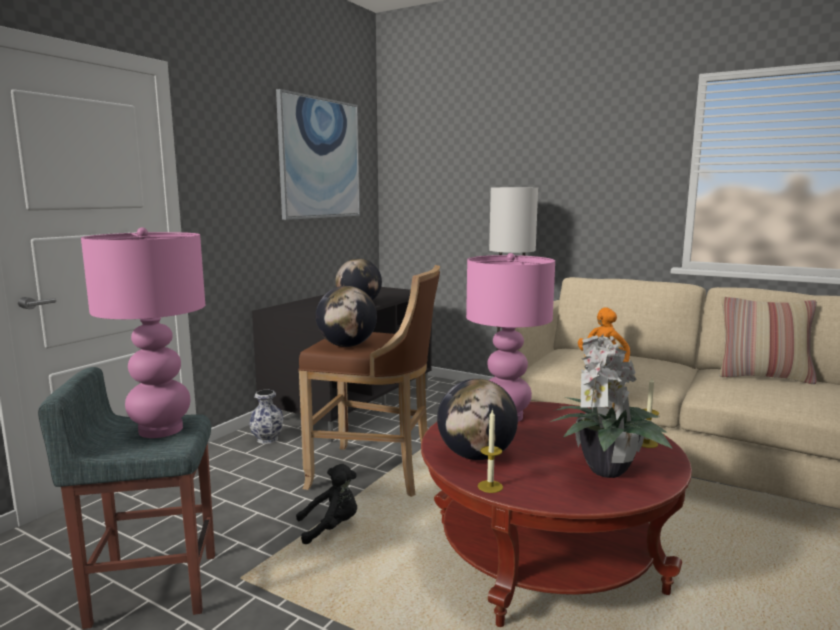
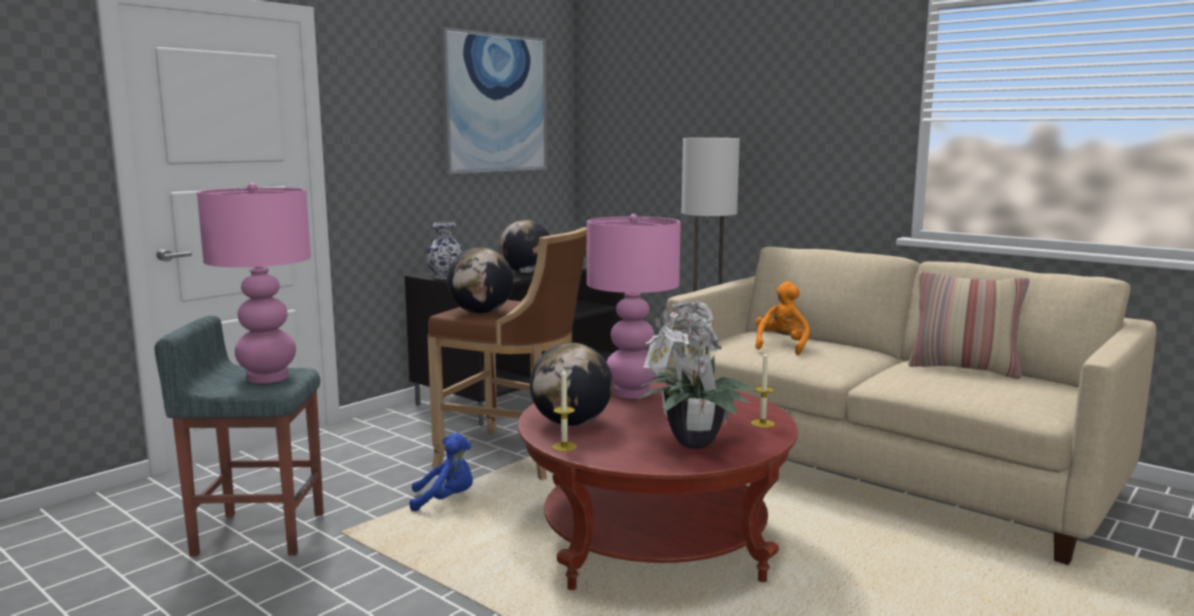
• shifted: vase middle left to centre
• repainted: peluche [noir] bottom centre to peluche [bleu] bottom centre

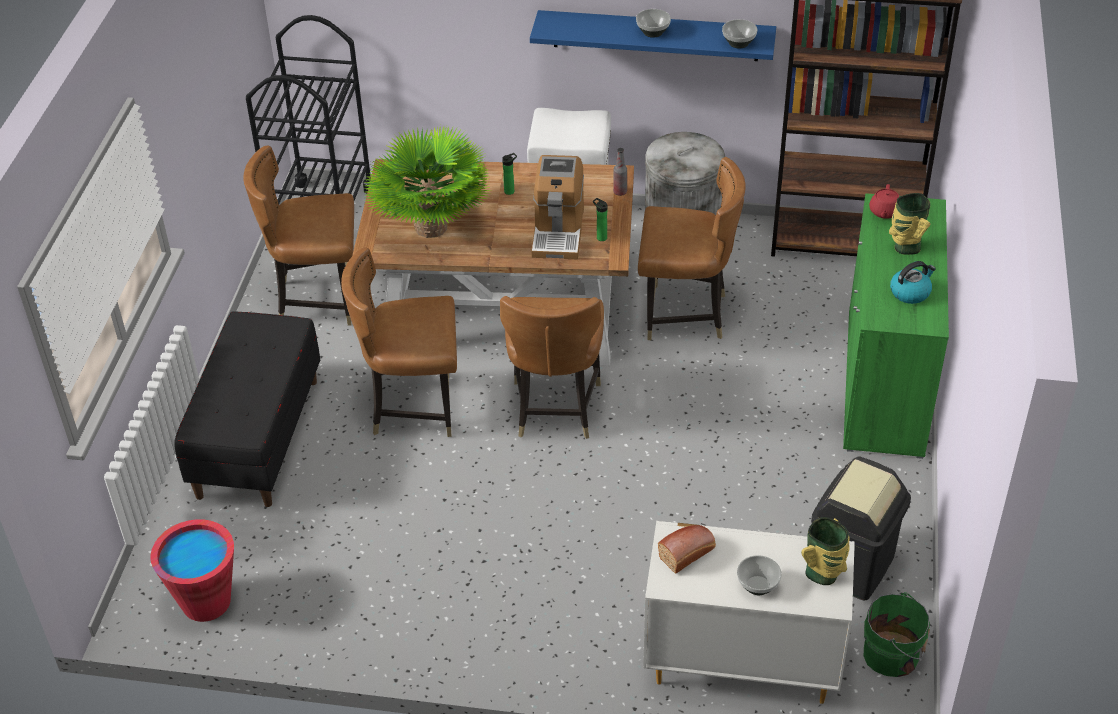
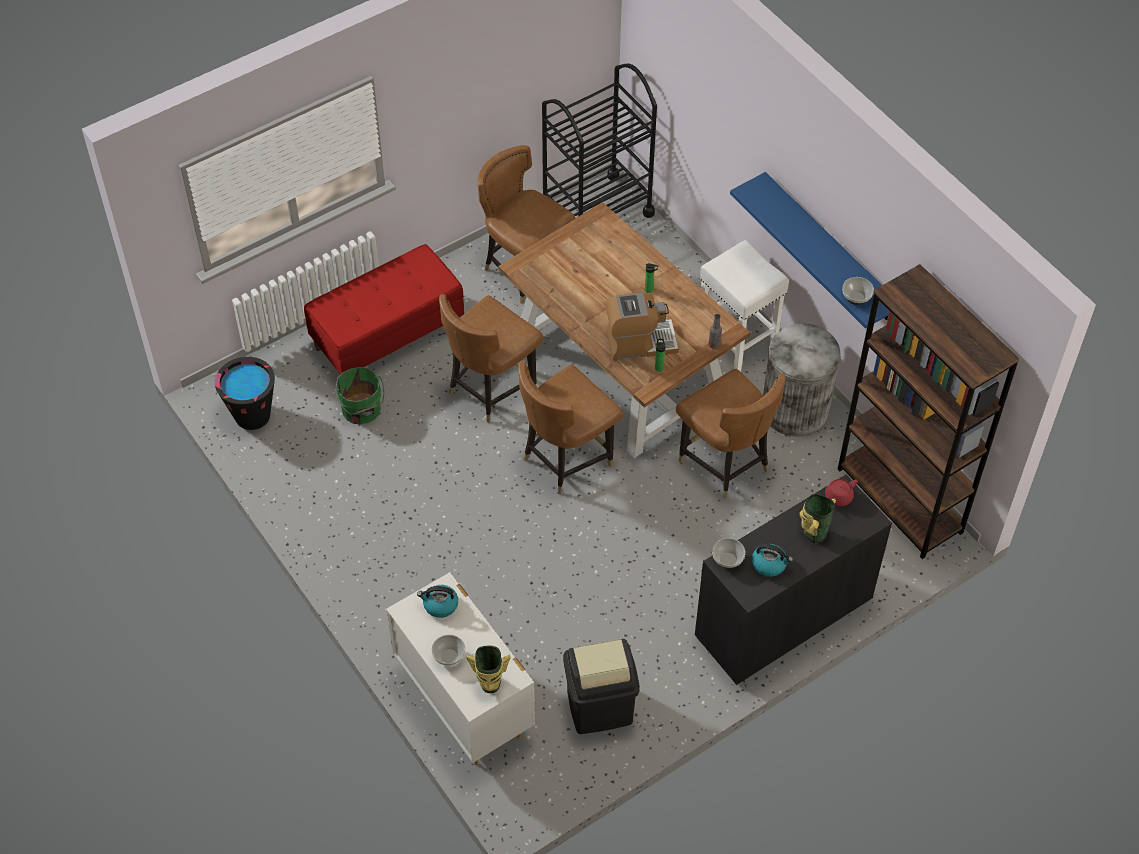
• repainted: seau [rouge] bottom left to seau [noir] middle left
• repainted: banc [noir] middle left to banc [rouge] centre
• rotated: chaise [marron] (no. 2 from left in the first image) centre = centre 90 degrees counterclockwise
• gone: plante en pot top centre
• rotated: machine à café top centre = centre 150 degrees counterclockwise
• shifted: bol (no. 1 from left in the first image) top centre to bol (no. 2 from left) centre
• swapped: pain bottom centre to bouilloire (no. 1 from left) bottom centre
• repainted: meuble de rangement [vert] middle right to meuble de rangement [noir] bottom right
• shifted: seau [vert] bottom right to middle left

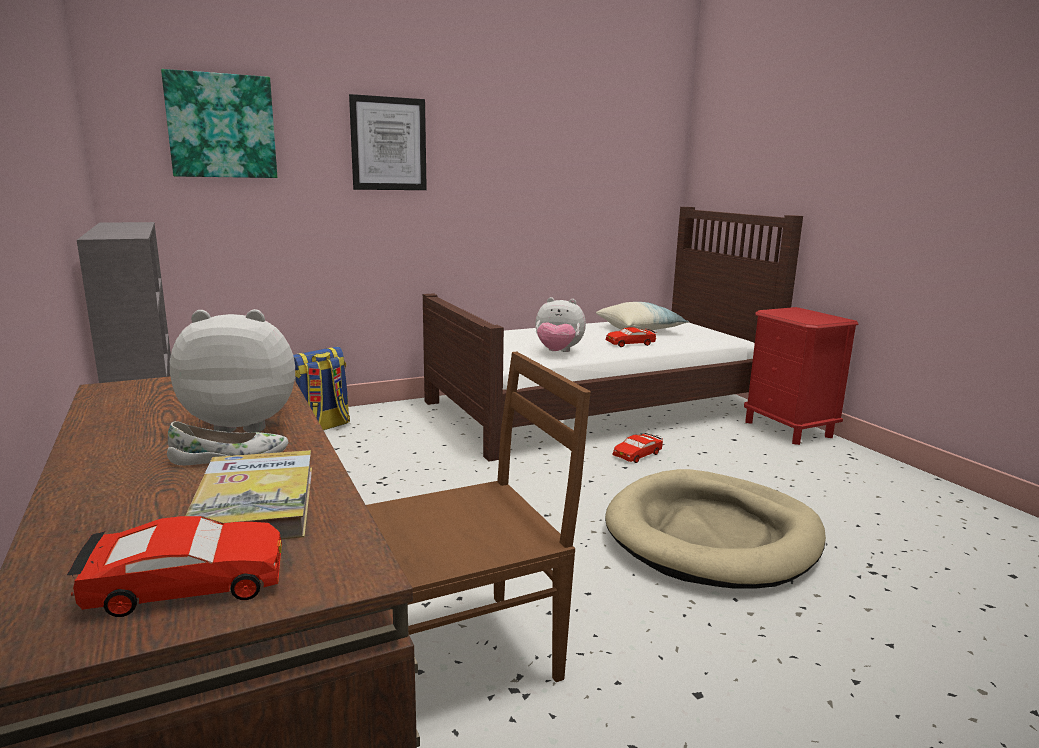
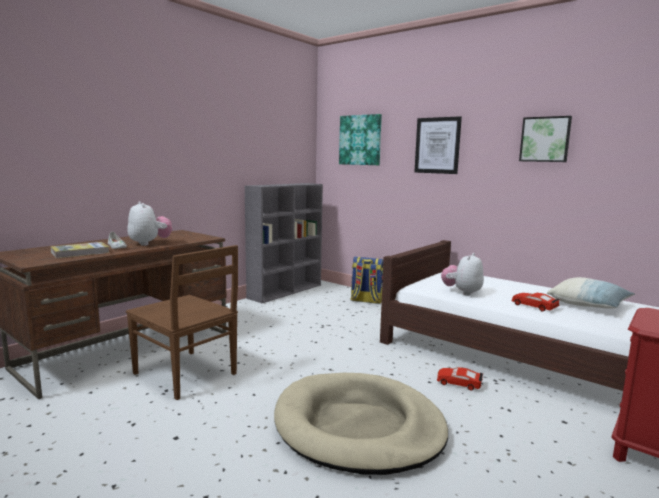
• gone: petite voiture [rouge] (no. 1 from left) bottom left
• rotated: peluche (no. 2 from left) centre = middle right 45 degrees clockwise
• new: tableau (no. 3 from left) top right

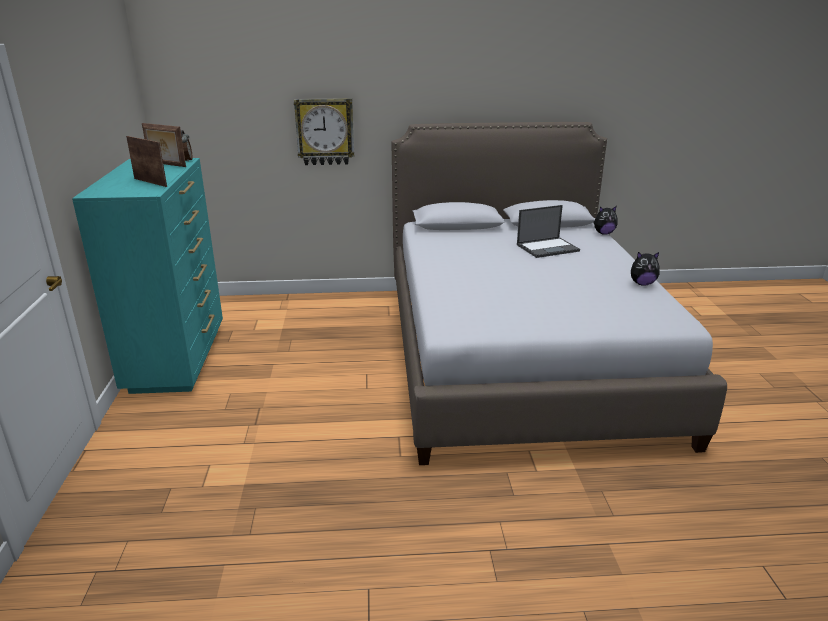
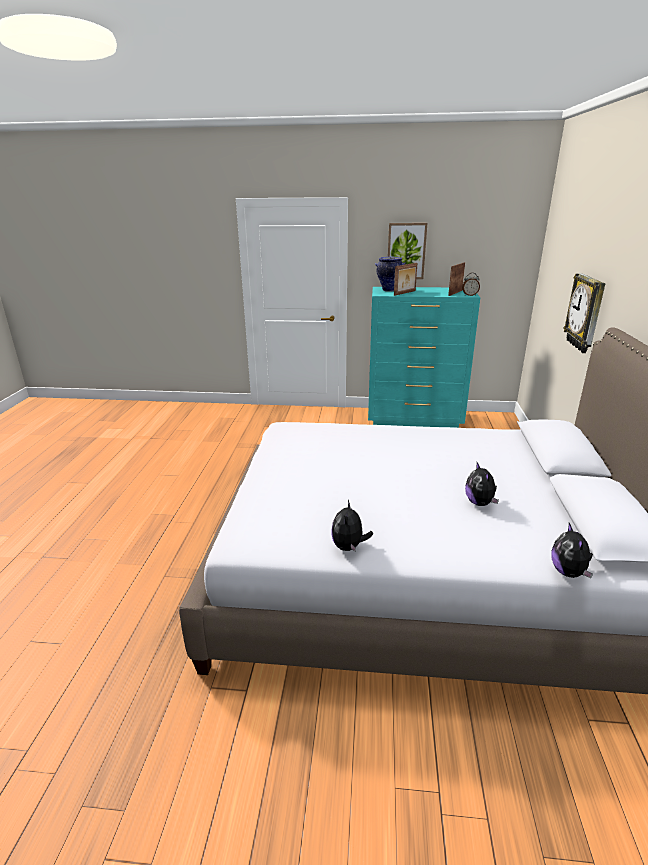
• swapped: ordinateur portable centre to peluche (no. 2 from left) middle right
• new: vase top centre
• new: tableau top centre

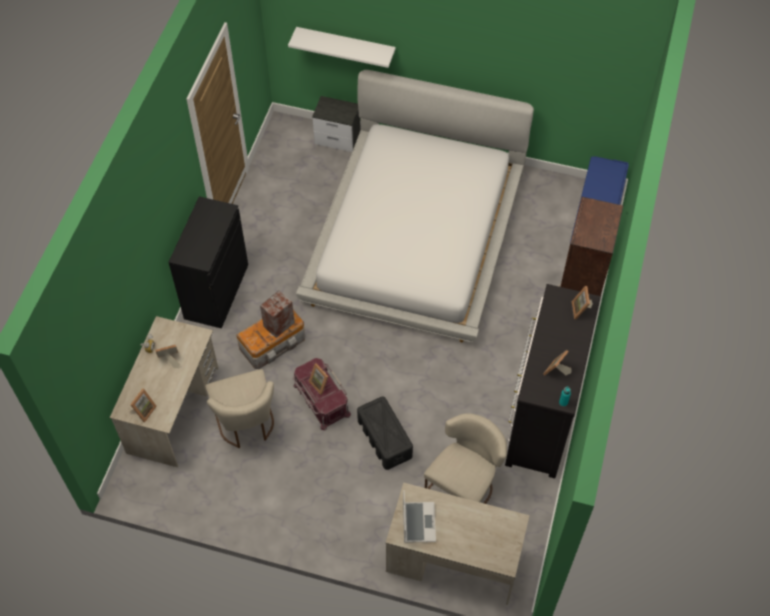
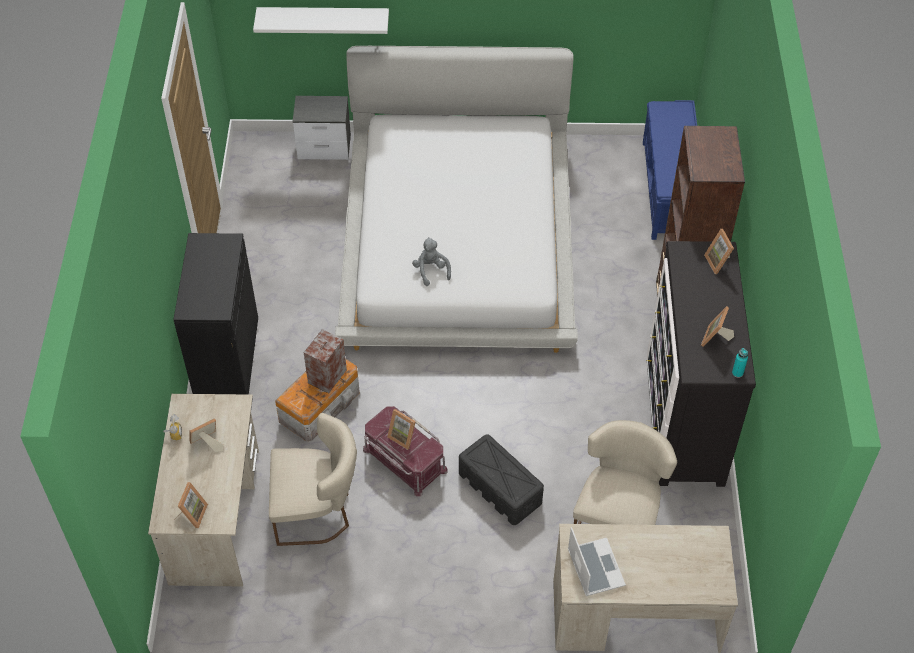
• rotated: chaise [beige] (no. 1 from left) middle left = bottom centre 60 degrees counterclockwise
• new: peluche [gris] centre

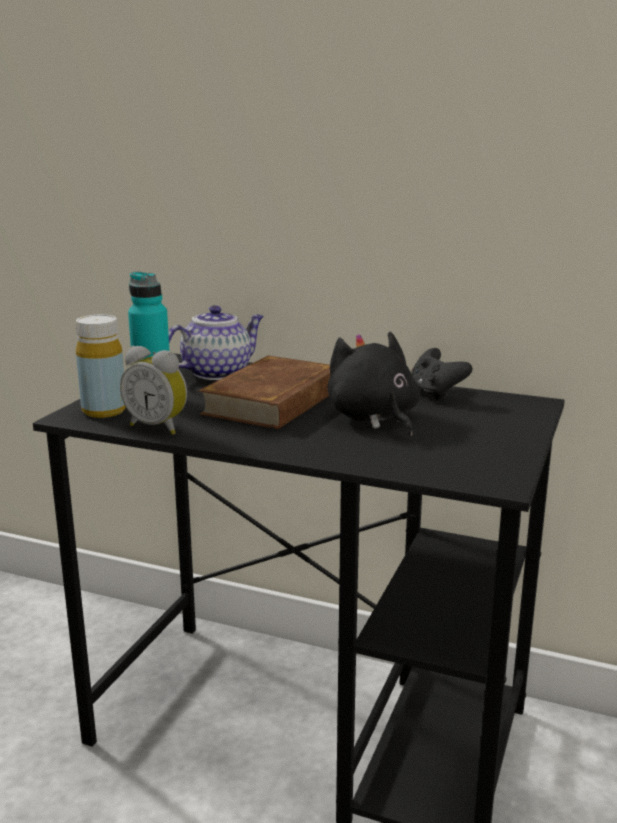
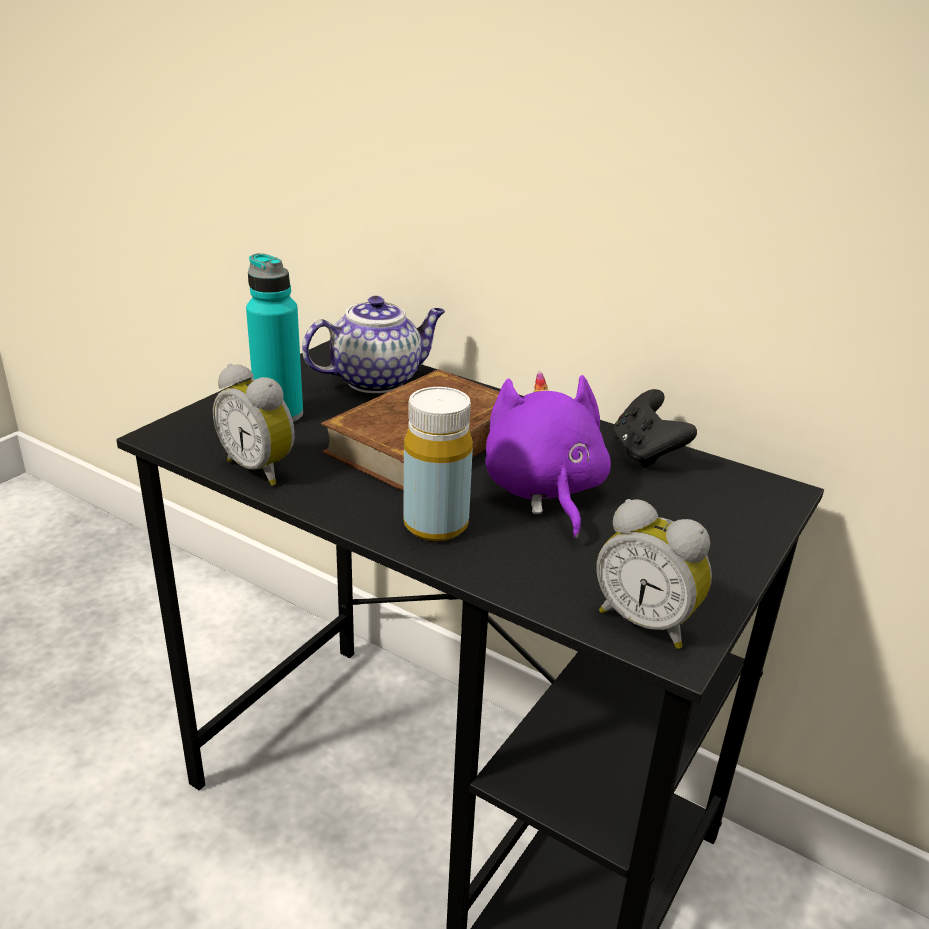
• shifted: bouteille [jaune] middle left to centre
• repainted: peluche [noir] centre to peluche [violet] centre
• new: réveil (no. 2 from left) middle right

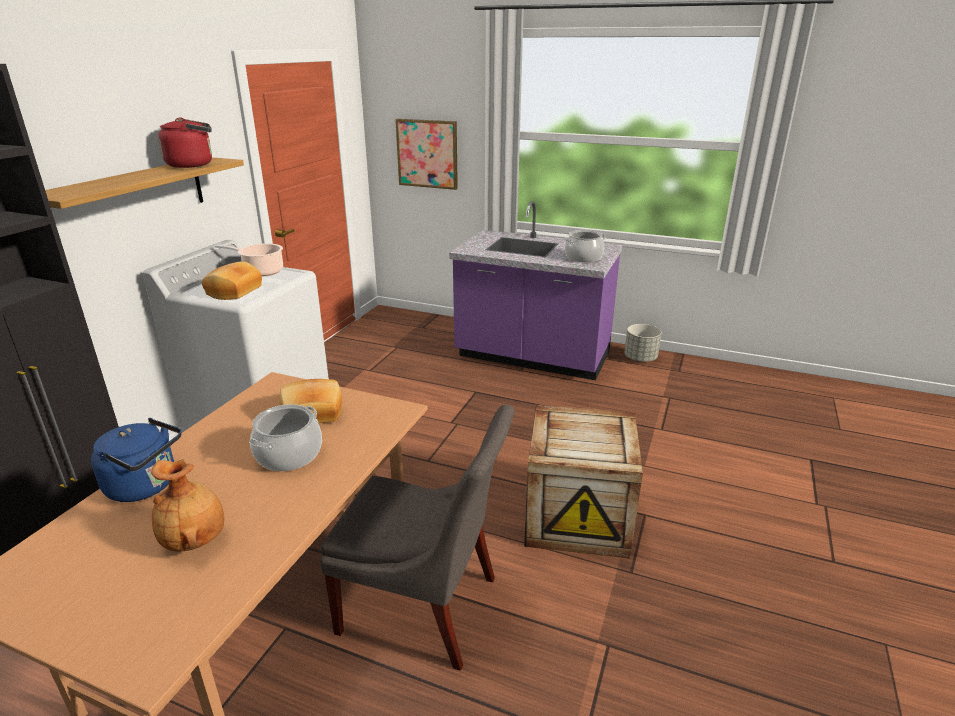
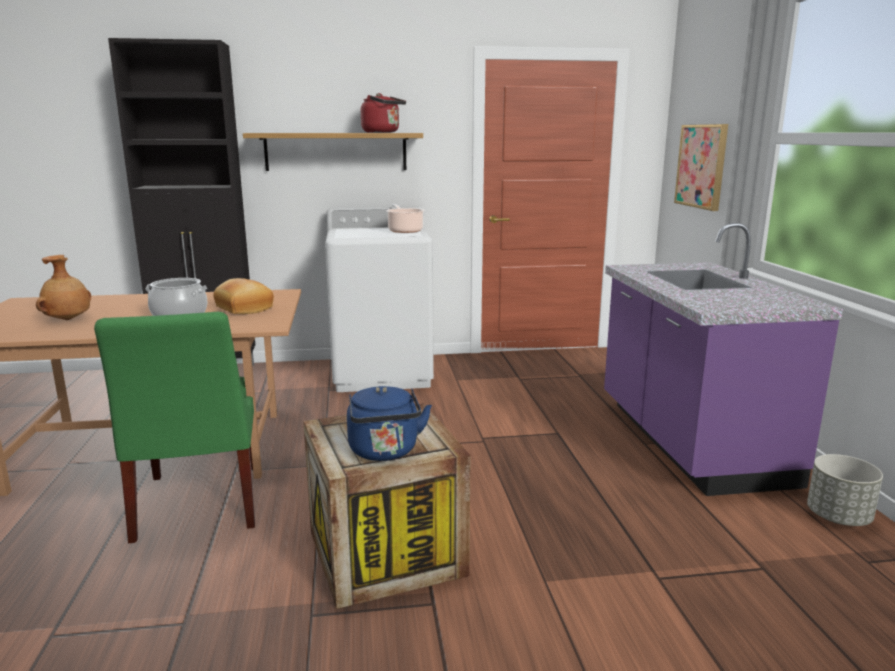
• shifted: bouilloire [bleu] middle left to centre
• gone: pain (no. 1 from left) middle left
• repainted: chaise [gris] bottom centre to chaise [vert] middle left
• gone: marmite (no. 3 from left) centre

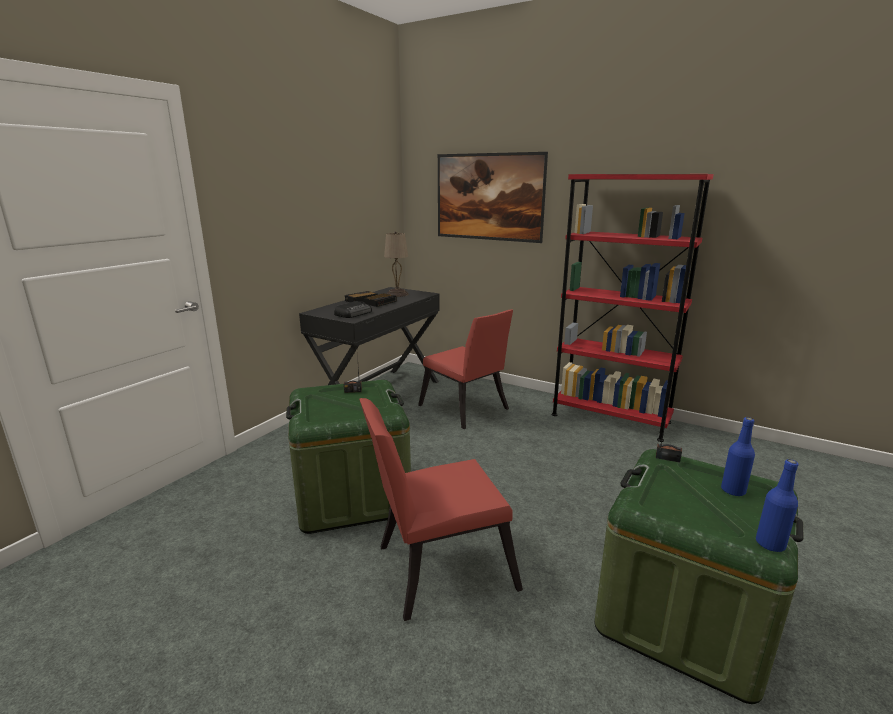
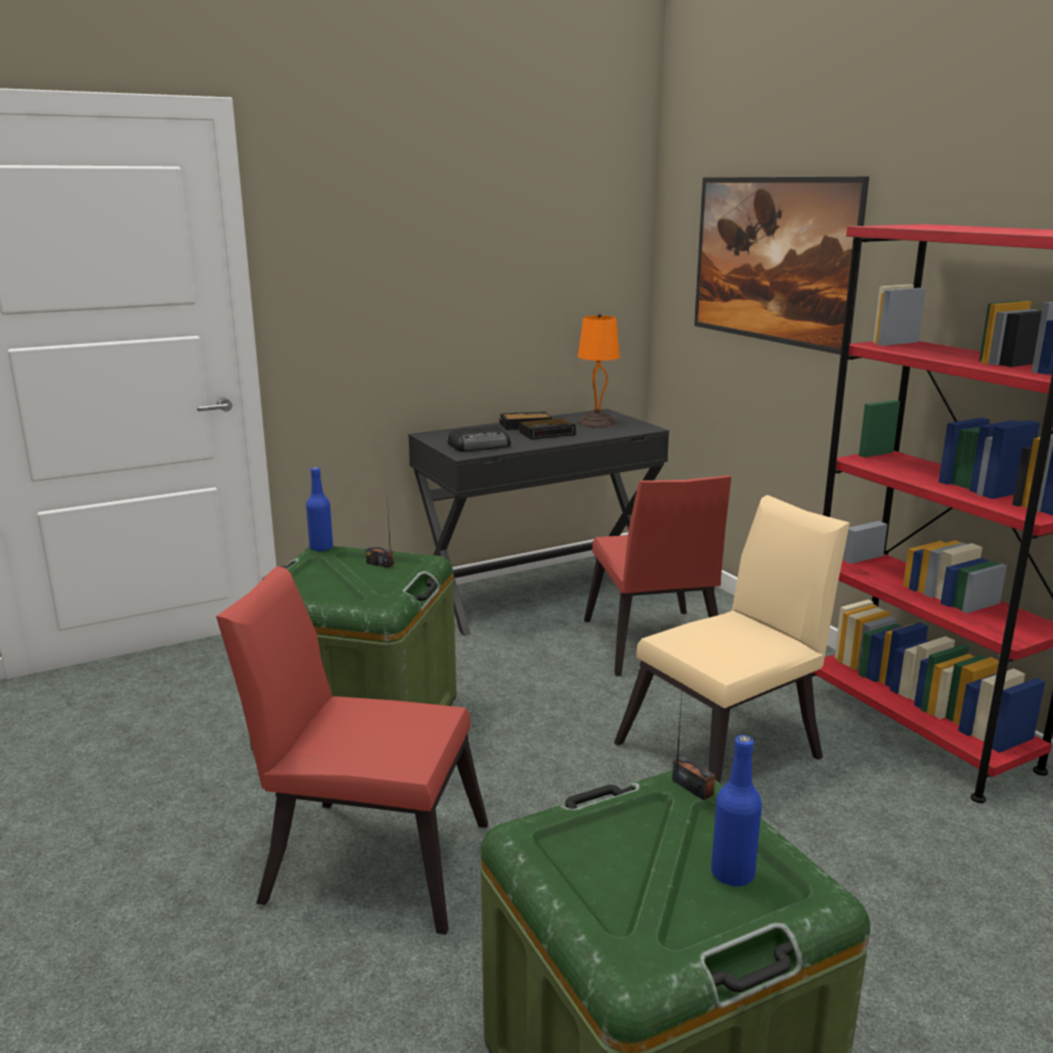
• repainted: lampe de table [beige] centre to lampe de table [orange] centre
• shifted: bouteille [bleu] (no. 2 from left in the first image) bottom right to bouteille [bleu] (no. 1 from left) middle left
• new: chaise [beige] middle right

